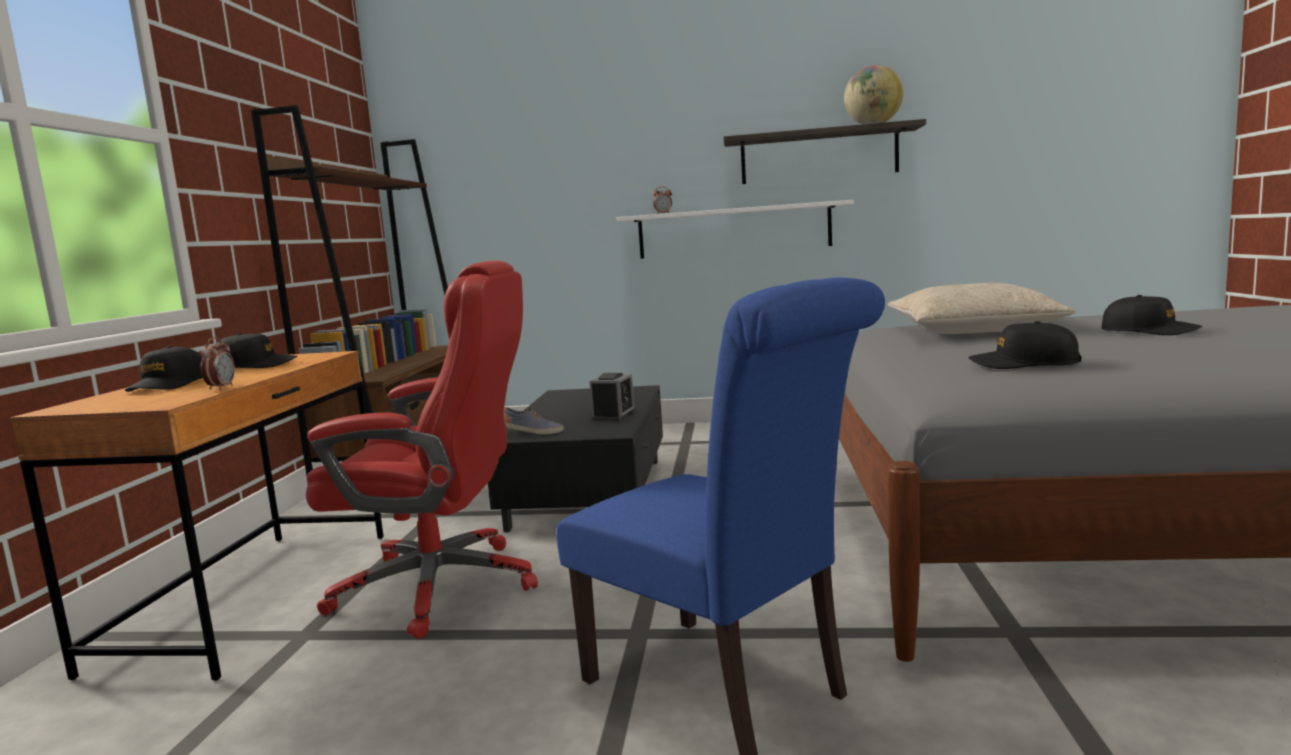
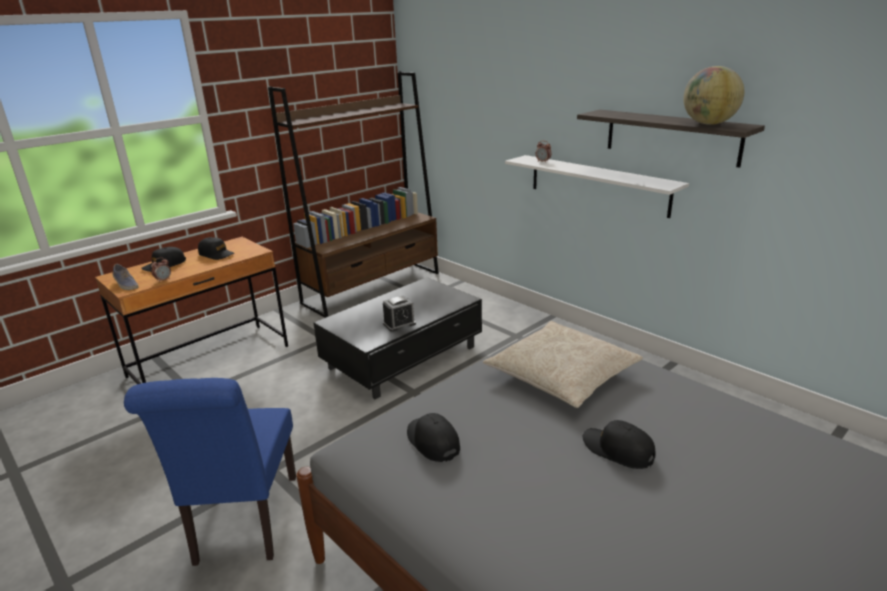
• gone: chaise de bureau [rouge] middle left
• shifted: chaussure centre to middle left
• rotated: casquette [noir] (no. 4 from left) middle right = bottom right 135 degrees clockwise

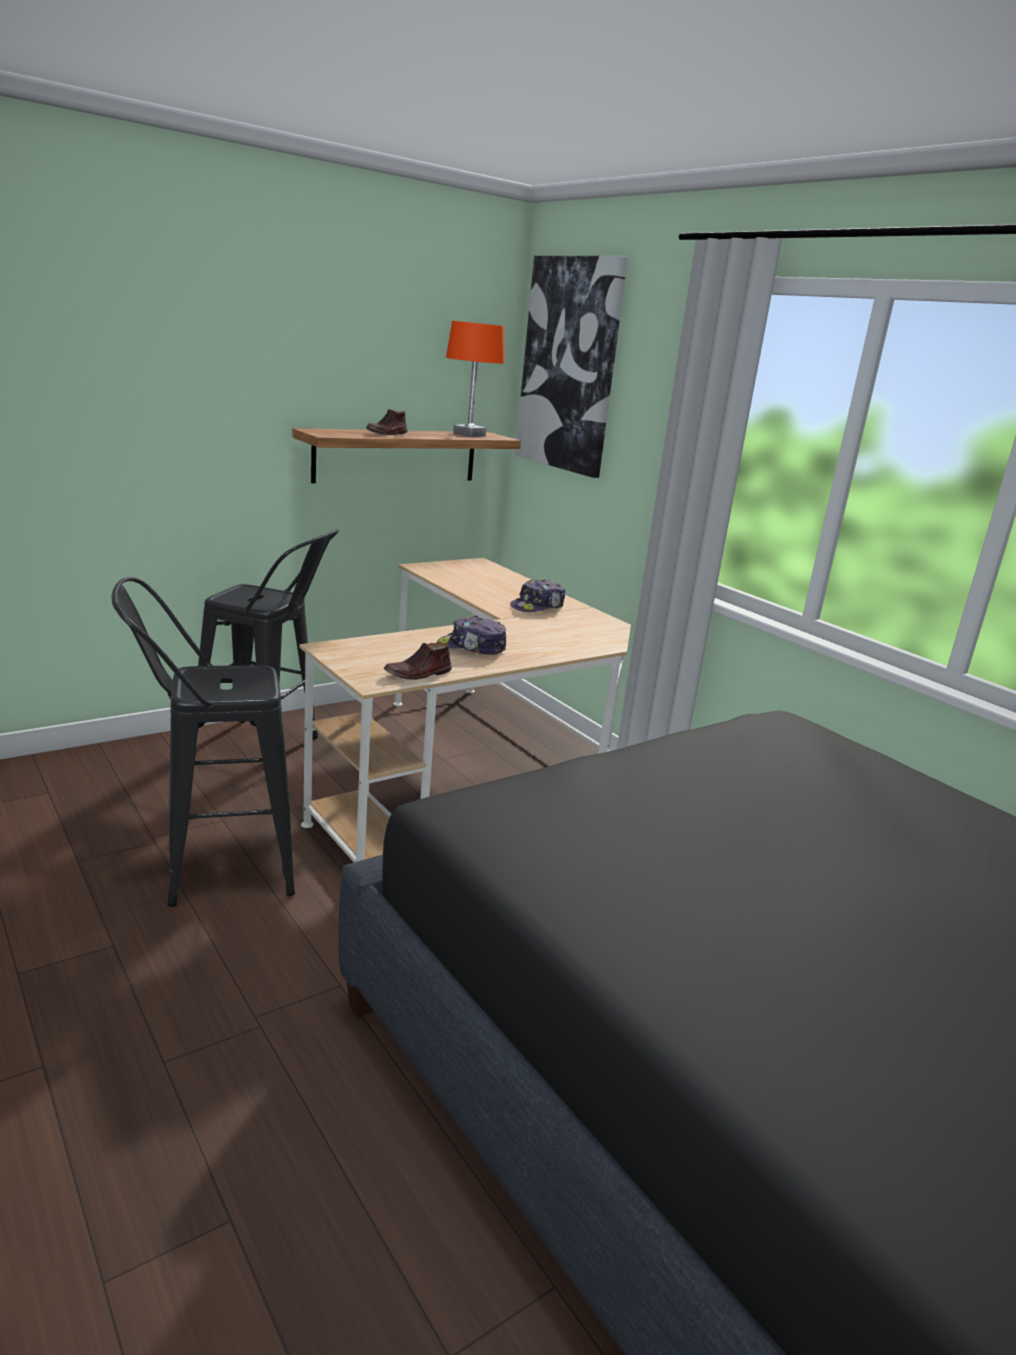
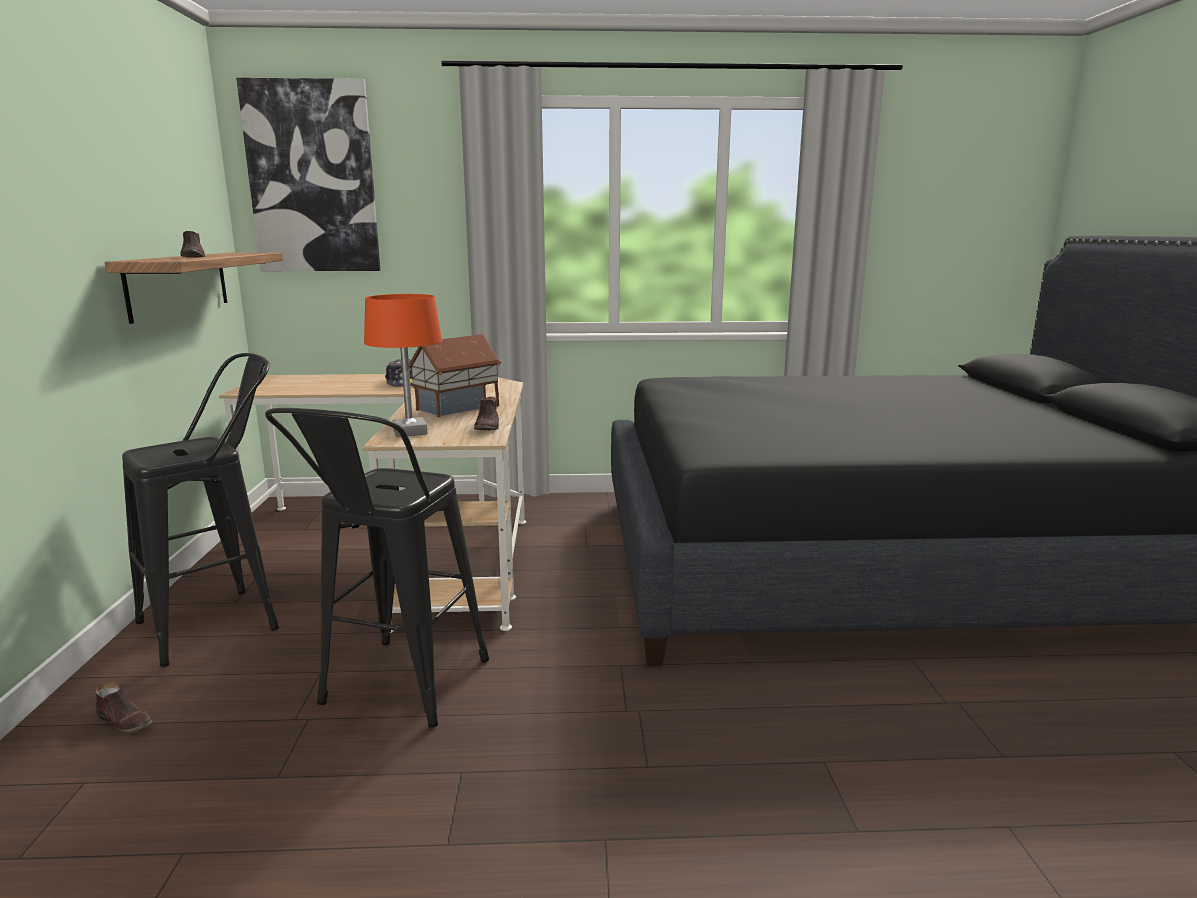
• swapped: casquette (no. 1 from left) centre to maison miniature centre
• shifted: lampe de table [orange] top centre to centre
• new: chaussure [marron] (no. 1 from left) bottom left

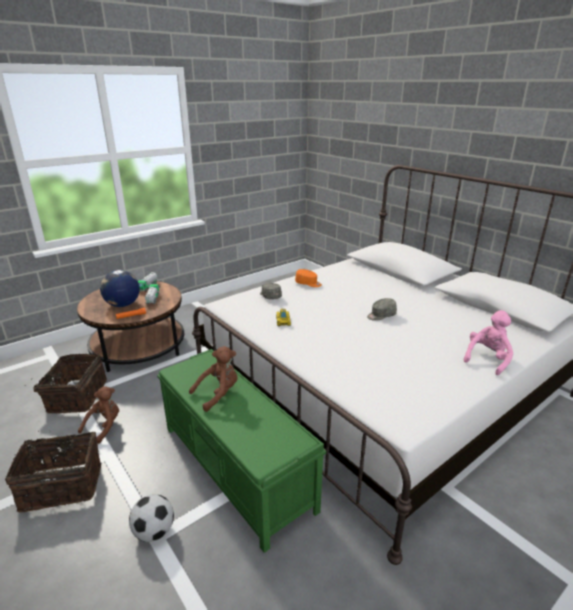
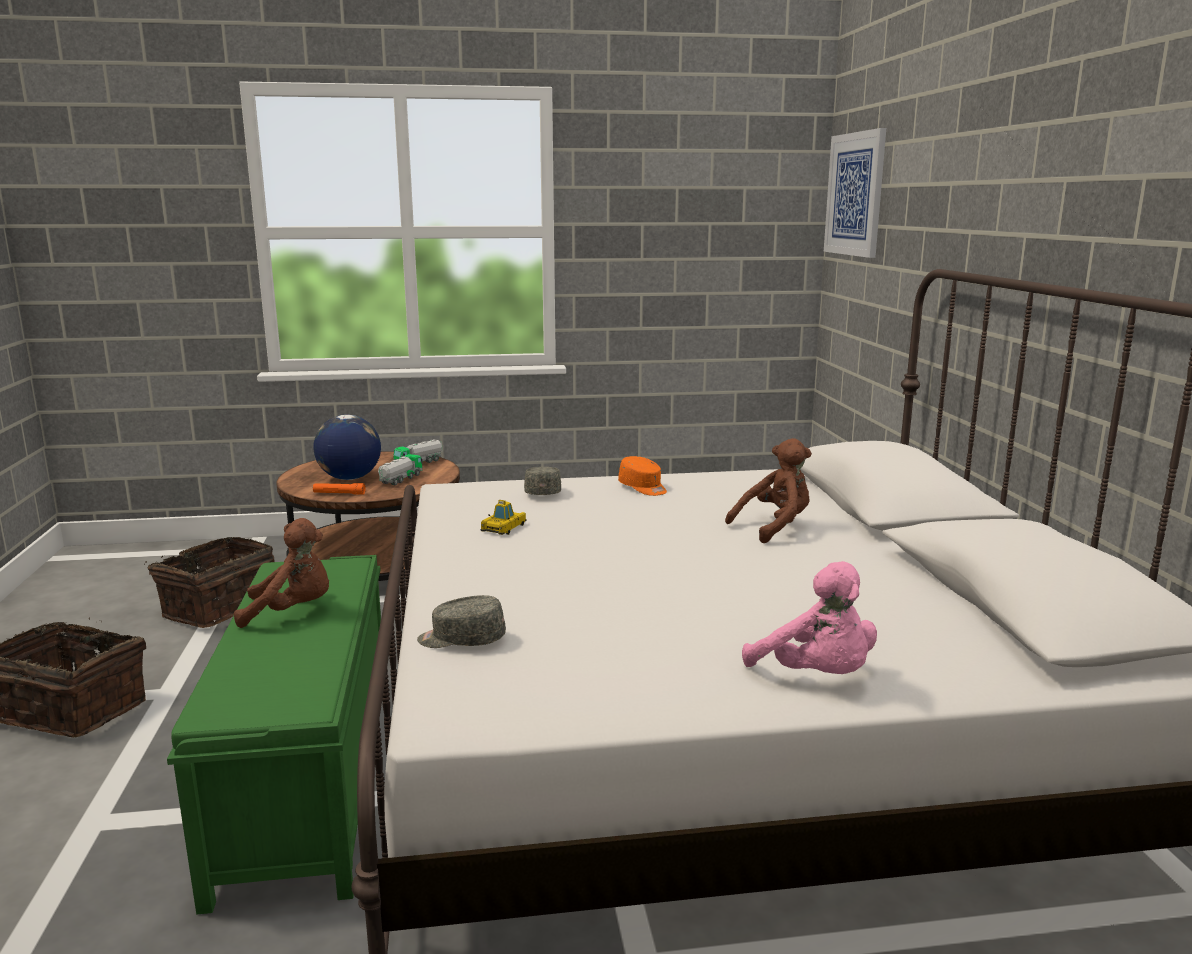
• shifted: peluche [marron] (no. 1 from left in the first image) bottom left to peluche [marron] (no. 2 from left) centre
• gone: ballon de foot bottom left
• shifted: casquette [gris] (no. 2 from left in the first image) middle right to casquette [gris] (no. 1 from left) centre
• rotated: peluche [rose] middle right = middle right 75 degrees clockwise
• new: tableau top right

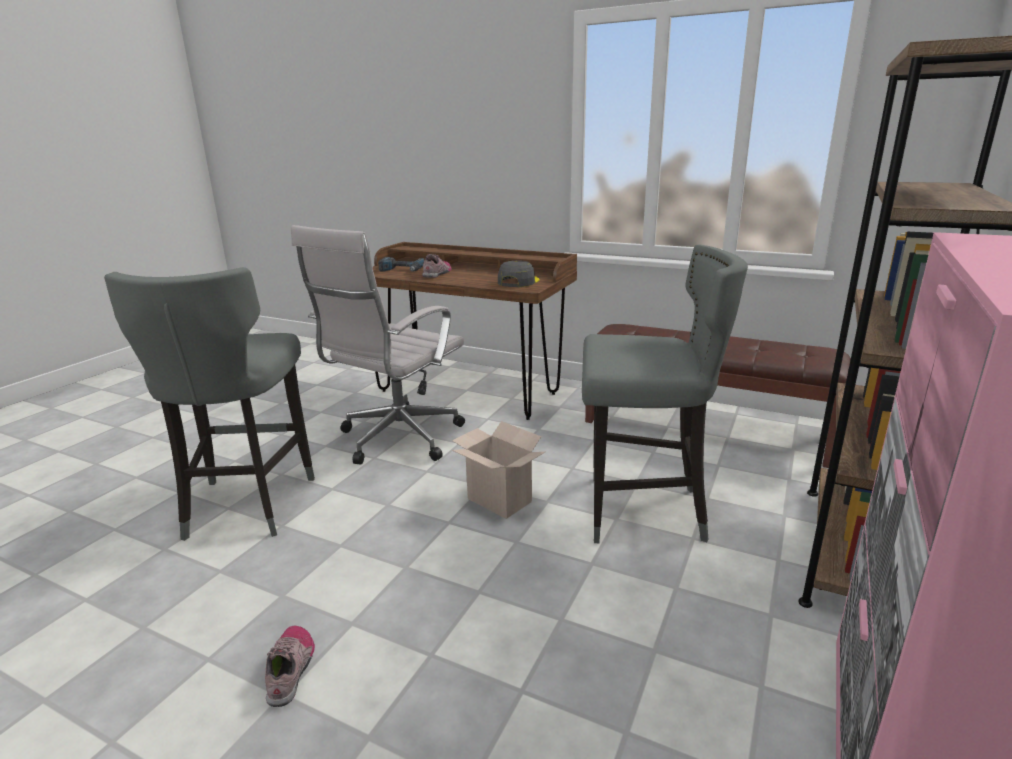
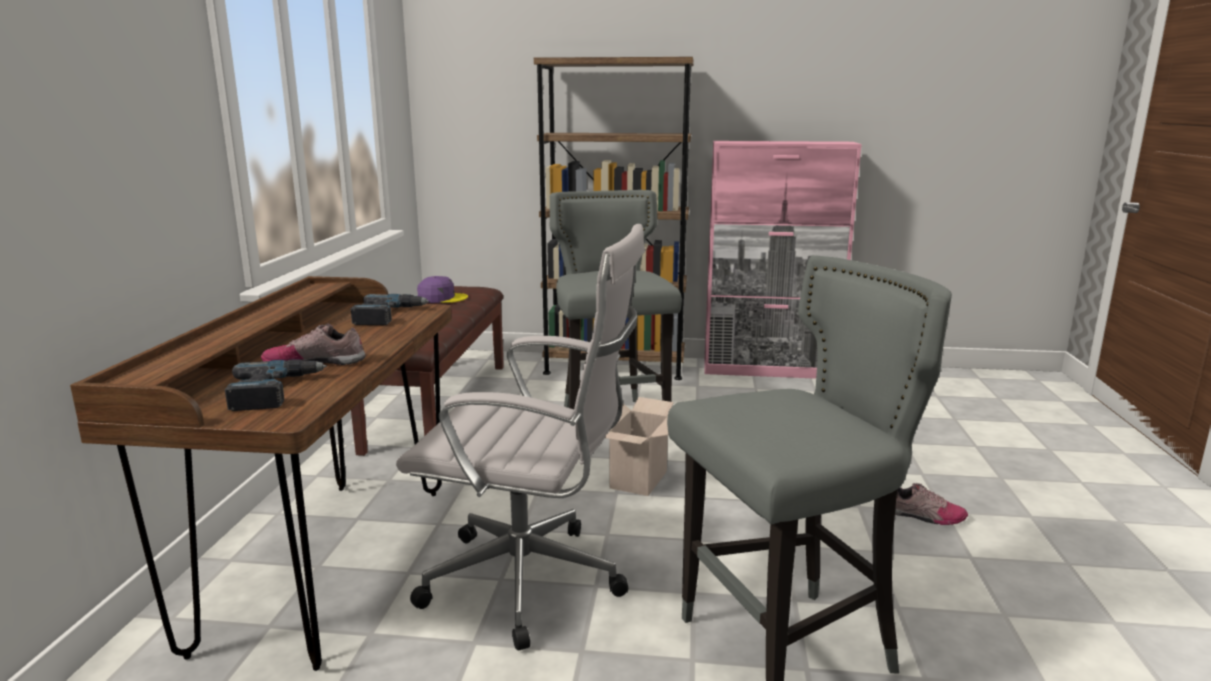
• rotated: chaussure (no. 1 from left in the first image) bottom left = bottom right 135 degrees counterclockwise
• swapped: casquette [gris] centre to perceuse (no. 2 from left) middle left
• new: casquette [violet] centre

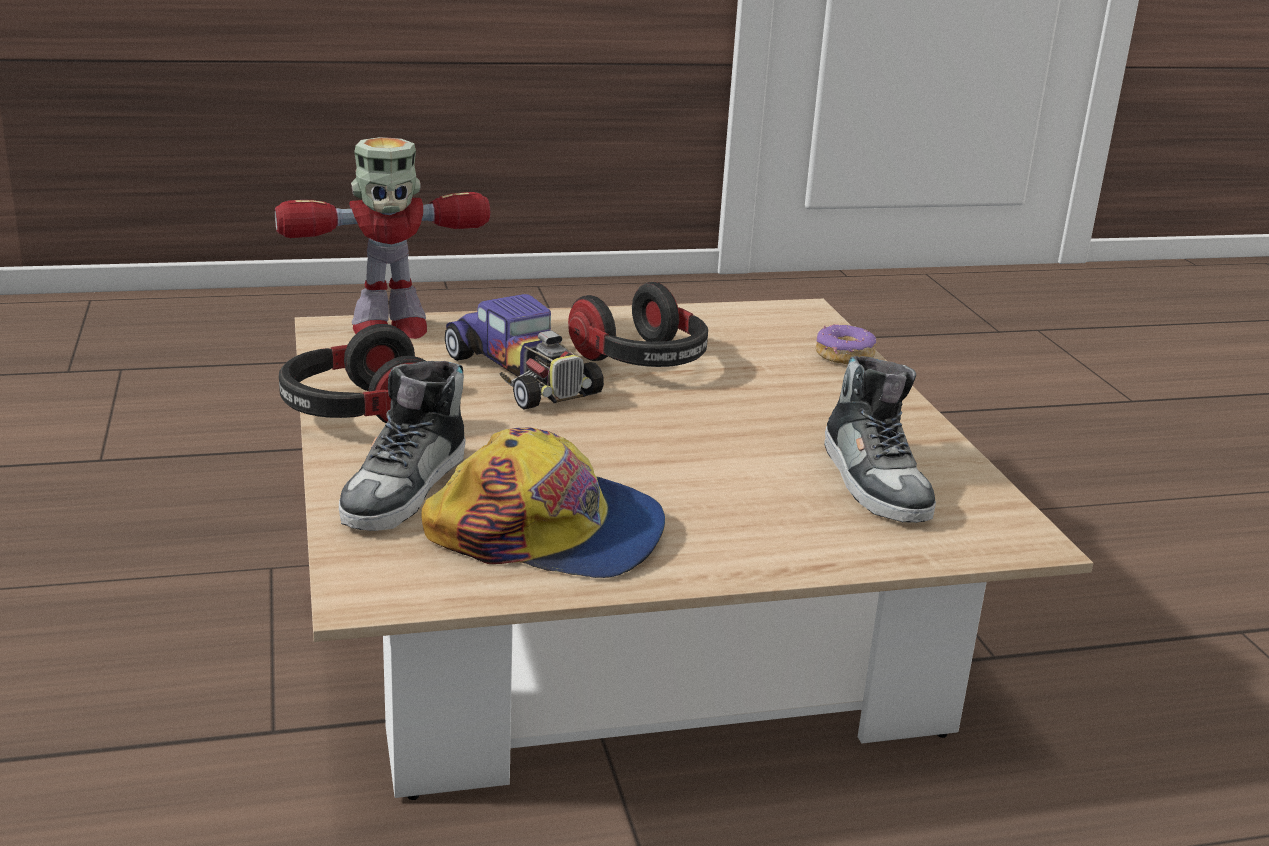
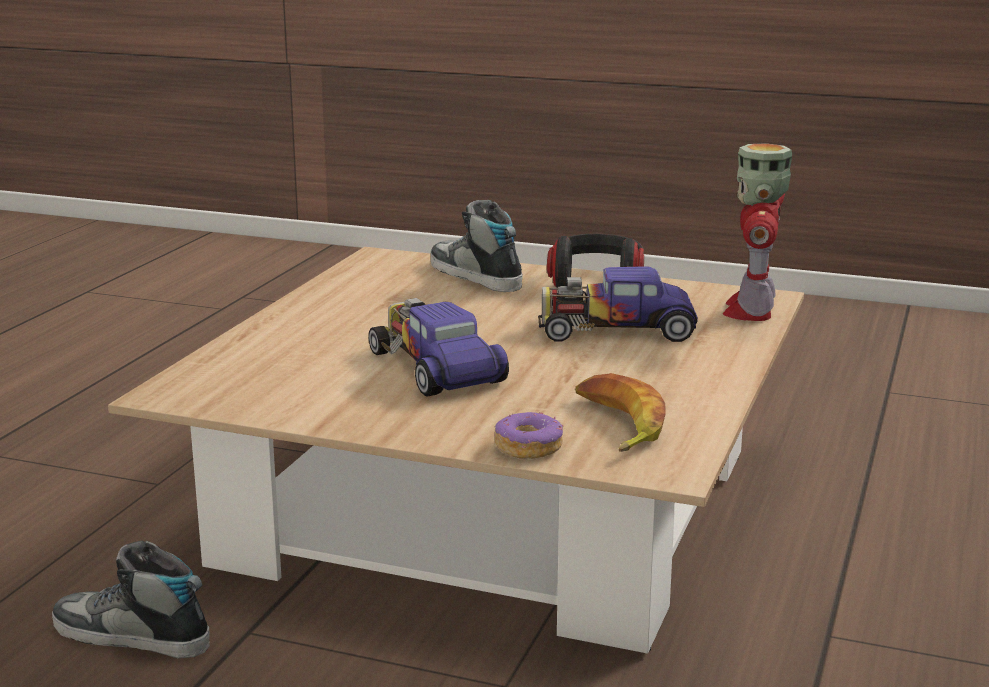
• gone: casquette centre
• gone: casque audio (no. 2 from left) centre
• shifted: chaussure (no. 2 from left in the first image) middle right to chaussure (no. 1 from left) bottom left
• new: petite voiture (no. 1 from left) centre
• new: banane centre

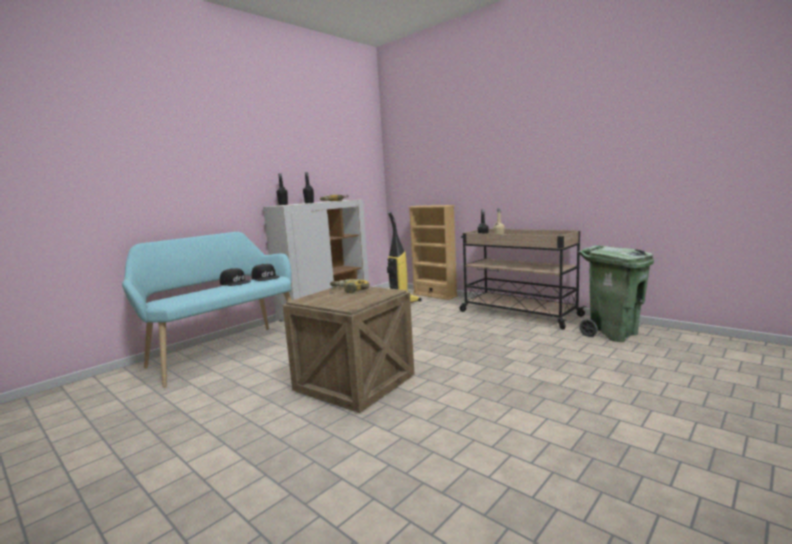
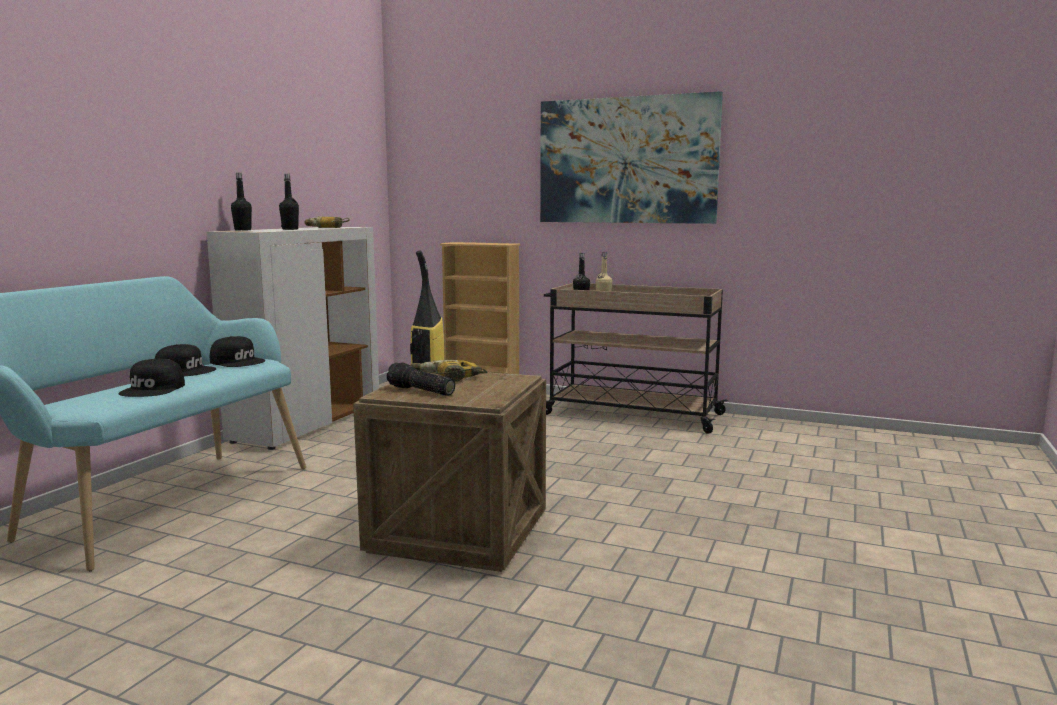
• gone: poubelle [vert] middle right
• new: casquette [noir] (no. 1 from left) middle left
• new: lampe de poche centre
• new: tableau top centre

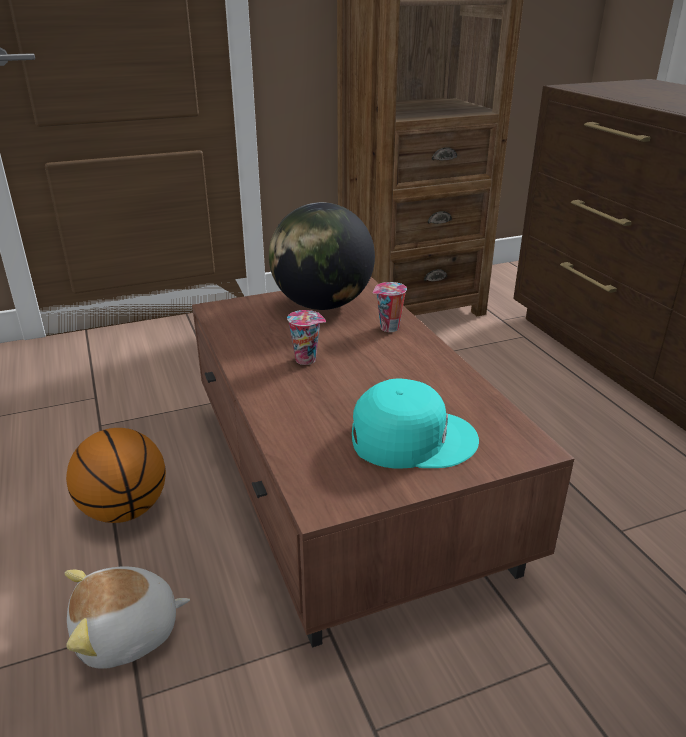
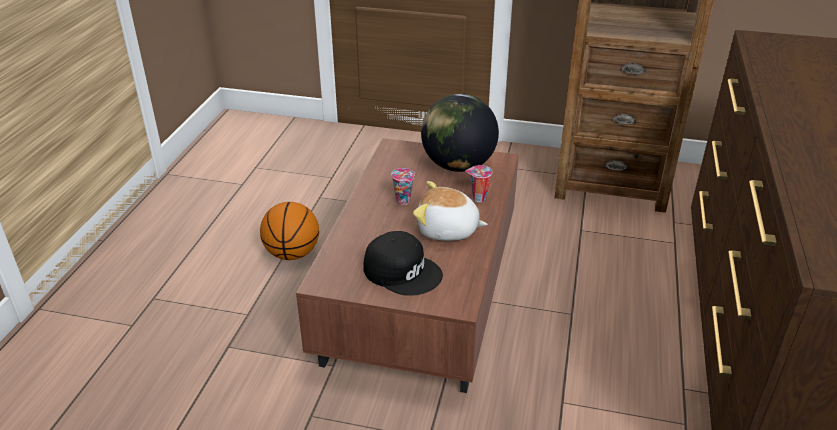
• shifted: peluche bottom left to centre
• repainted: casquette [turquoise] centre to casquette [noir] centre

